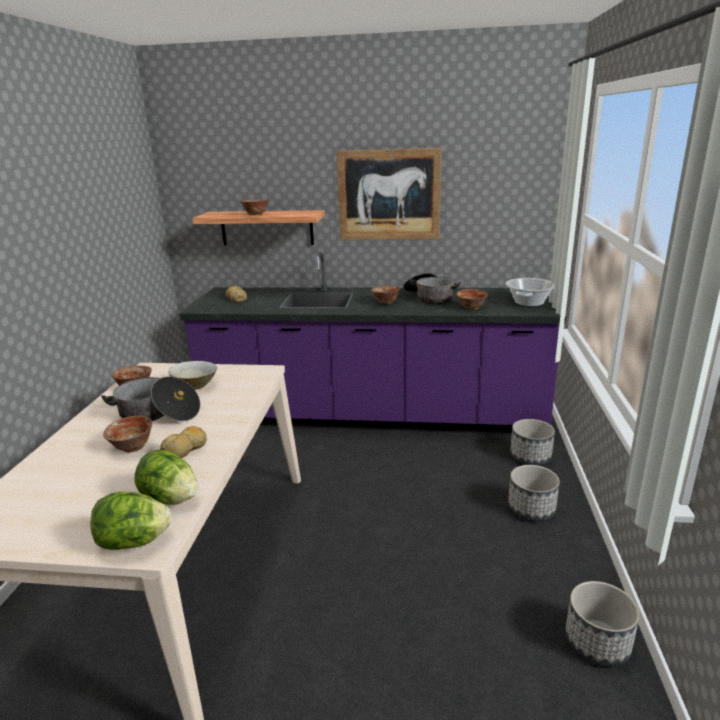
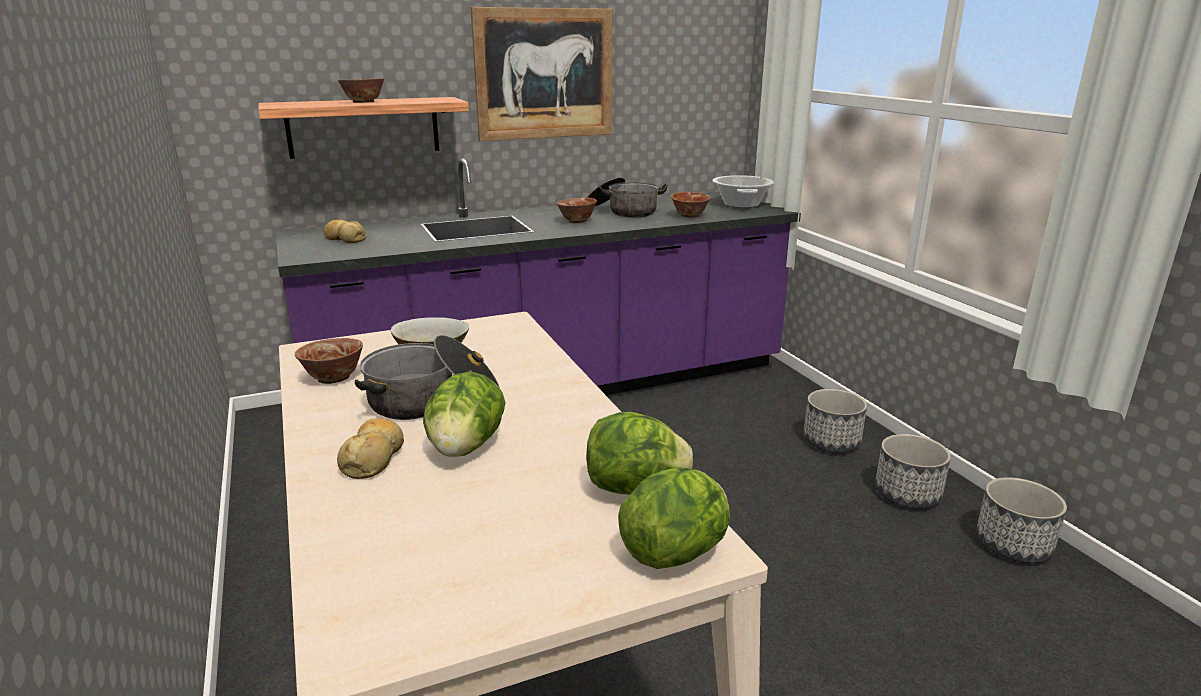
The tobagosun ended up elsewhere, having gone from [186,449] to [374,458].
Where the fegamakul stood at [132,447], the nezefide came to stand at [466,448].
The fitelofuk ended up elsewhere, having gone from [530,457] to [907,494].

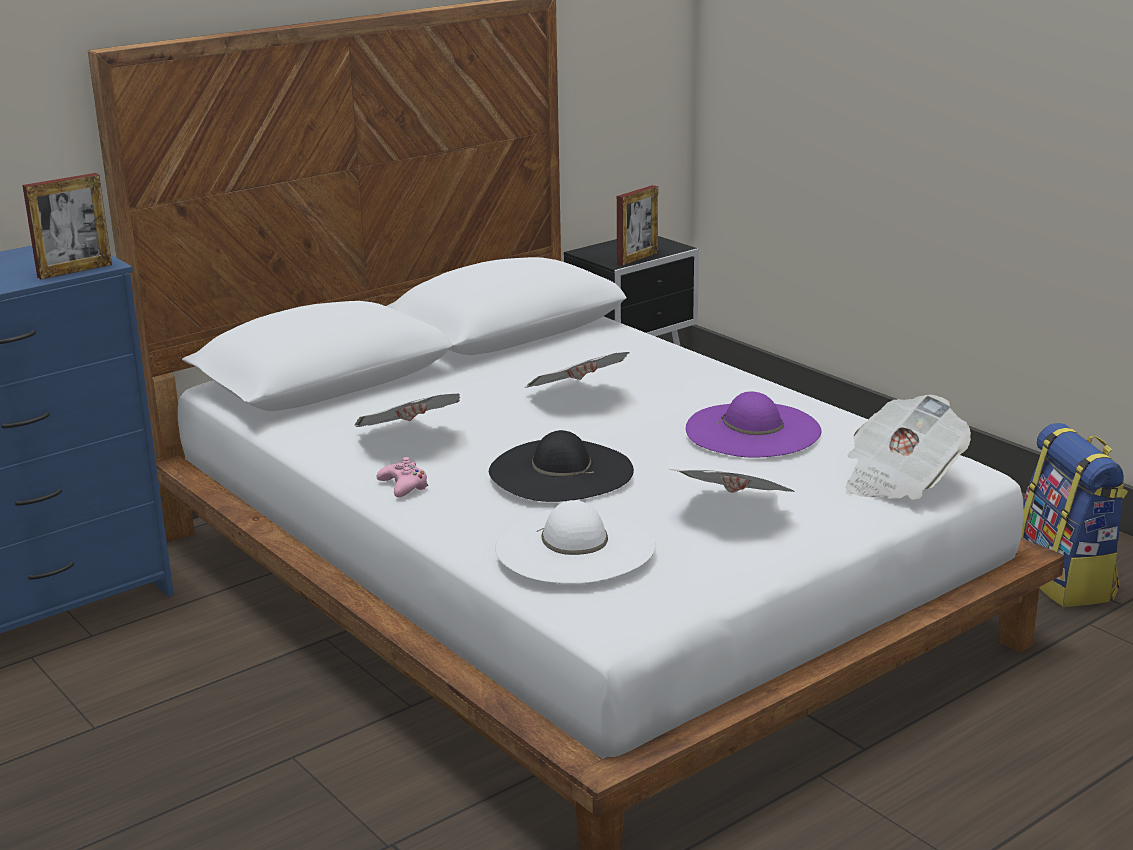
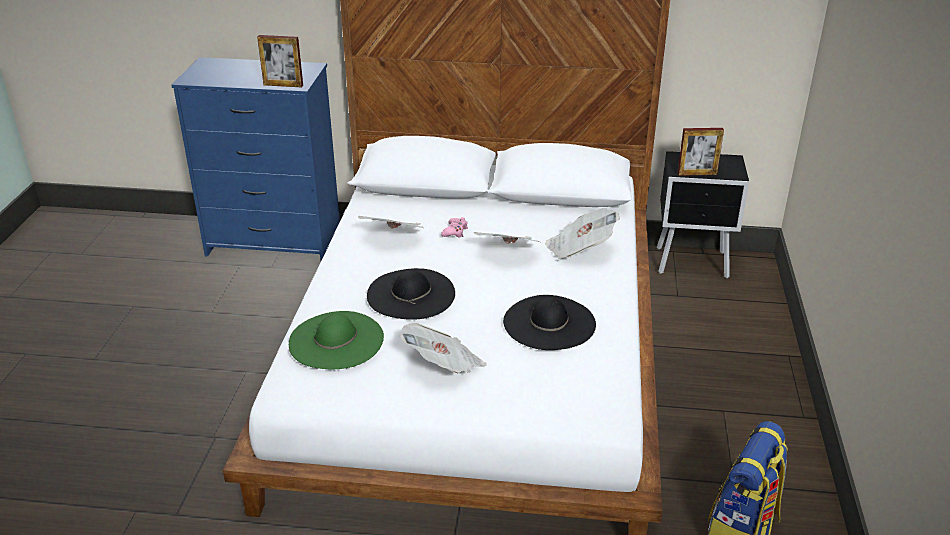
What was the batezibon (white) at [575,546] turned into the batezibon (green) at [336,340].
The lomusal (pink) ended up elsewhere, having gone from [404,486] to [455,232].
What was the batezibon (purple) at [753,430] turned into the batezibon (black) at [549,323].
The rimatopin ended up elsewhere, having gone from [900,479] to [579,249].

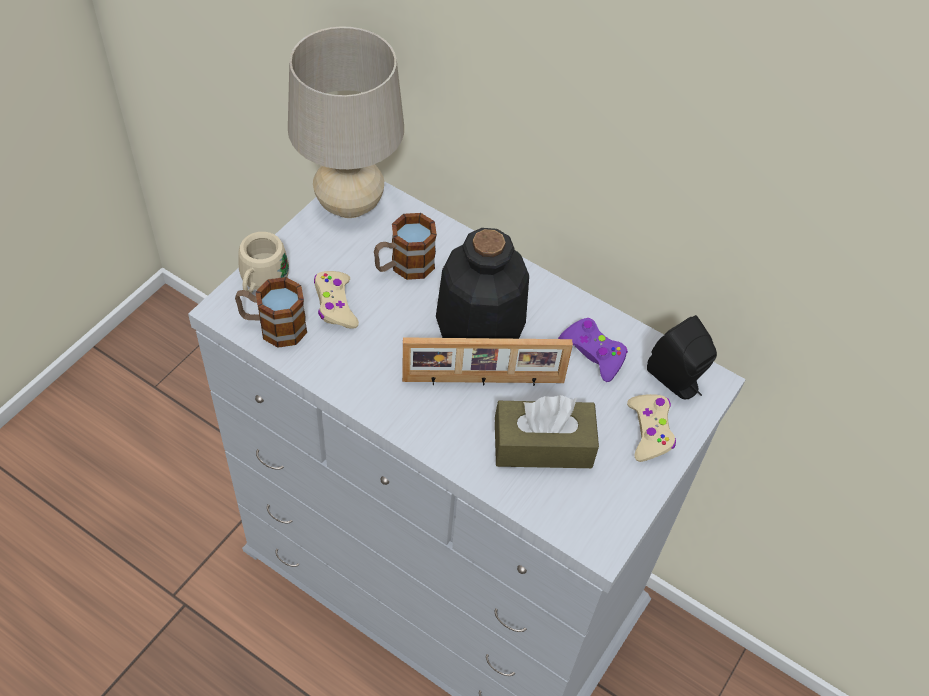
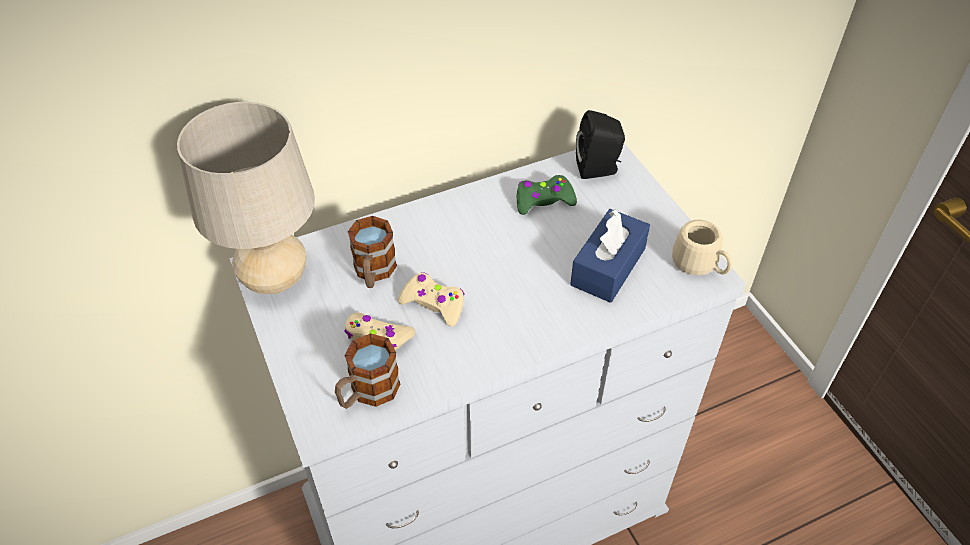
The lomusal (beige) ended up elsewhere, having gone from [649,431] to [433,304].
What was the lomusal (purple) at [593,353] turned into the lomusal (green) at [543,200].
What was the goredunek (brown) at [543,445] turned into the goredunek (blue) at [608,267].
The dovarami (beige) ended up elsewhere, having gone from [261,282] to [700,266].
The second view lost the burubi at [483,381].
The second view lost the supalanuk at [479,322].

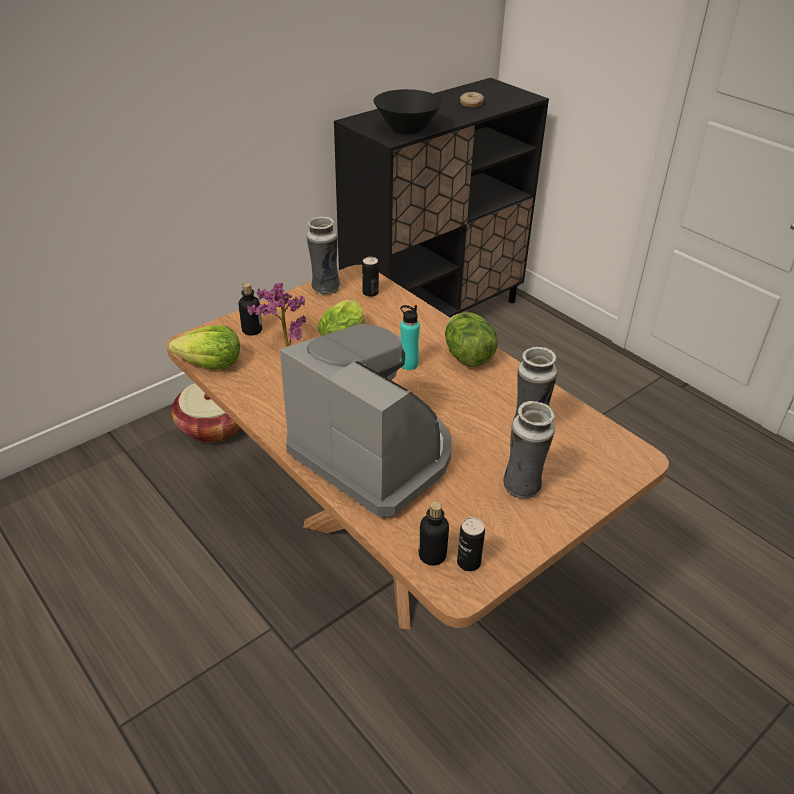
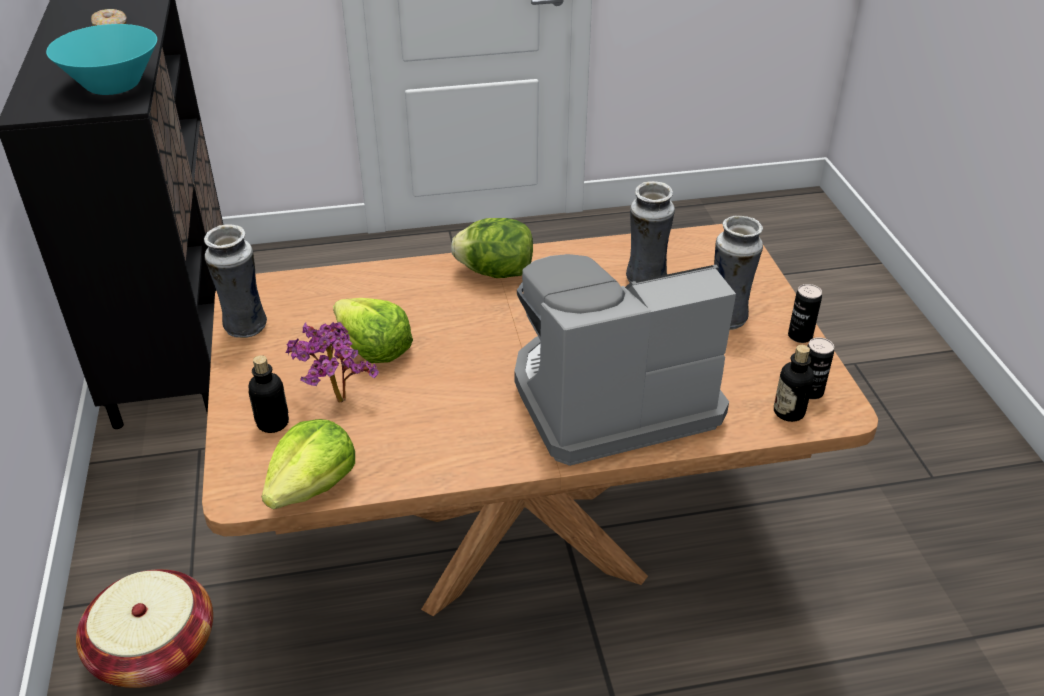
What was the fegamakul (black) at [407,129] turned into the fegamakul (turquoise) at [113,86].
The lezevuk ended up elsewhere, having gone from [370,293] to [800,336].
The second view lost the supalanuk (turquoise) at [408,364].

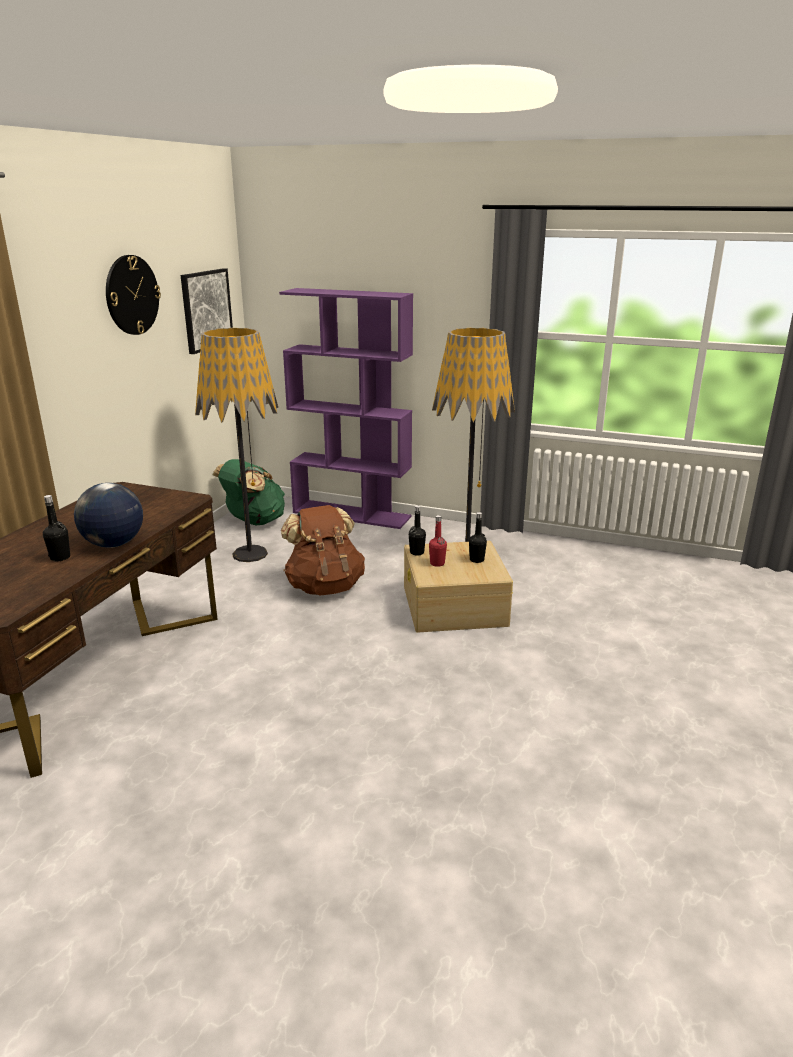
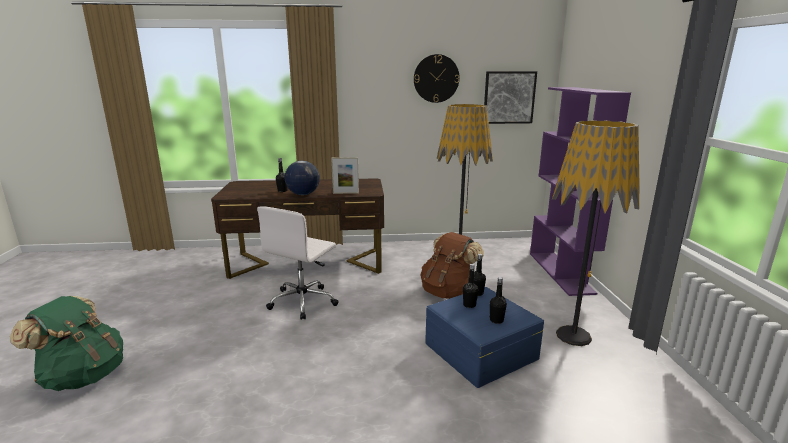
The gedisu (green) ended up elsewhere, having gone from [254,521] to [83,376].
The second view gained the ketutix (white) at [303,301].
The second view gained the burubi at [345,193].
What was the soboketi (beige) at [454,606] turned into the soboketi (blue) at [479,351].
What was the supalanuk (red) at [437,563] turned into the supalanuk (black) at [469,305].

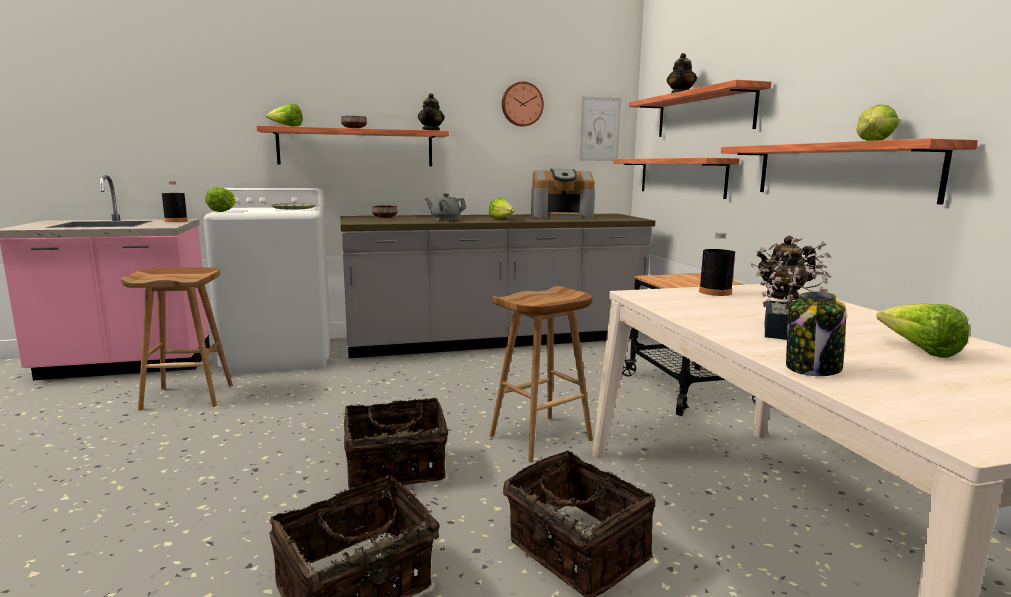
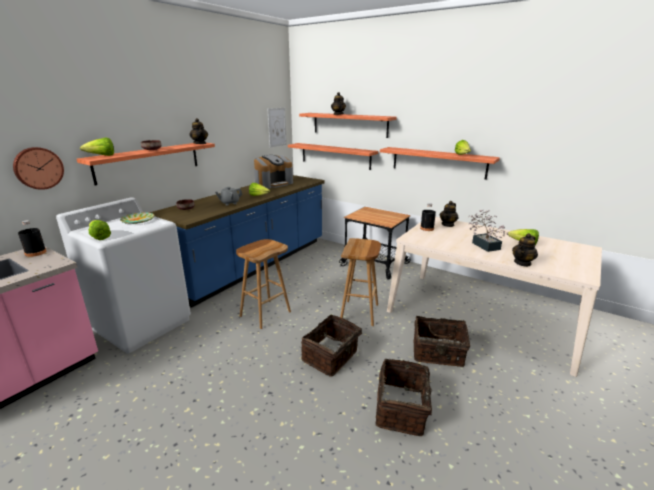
The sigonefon ended up elsewhere, having gone from [522,104] to [38,168].
What was the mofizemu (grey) at [496,340] turned into the mofizemu (blue) at [254,265].
The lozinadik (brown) ended up elsewhere, having gone from [189,396] to [265,313].
Where the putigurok stood at [812,368], the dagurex came to stand at [522,263].

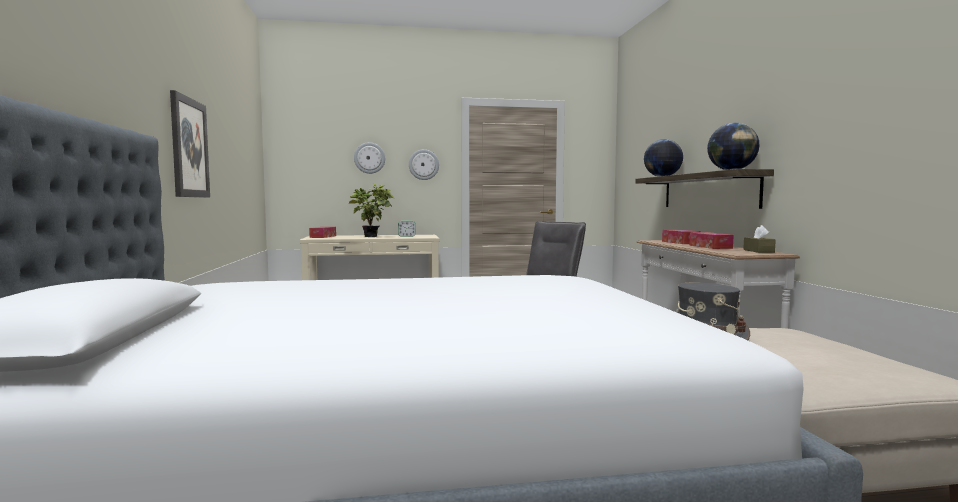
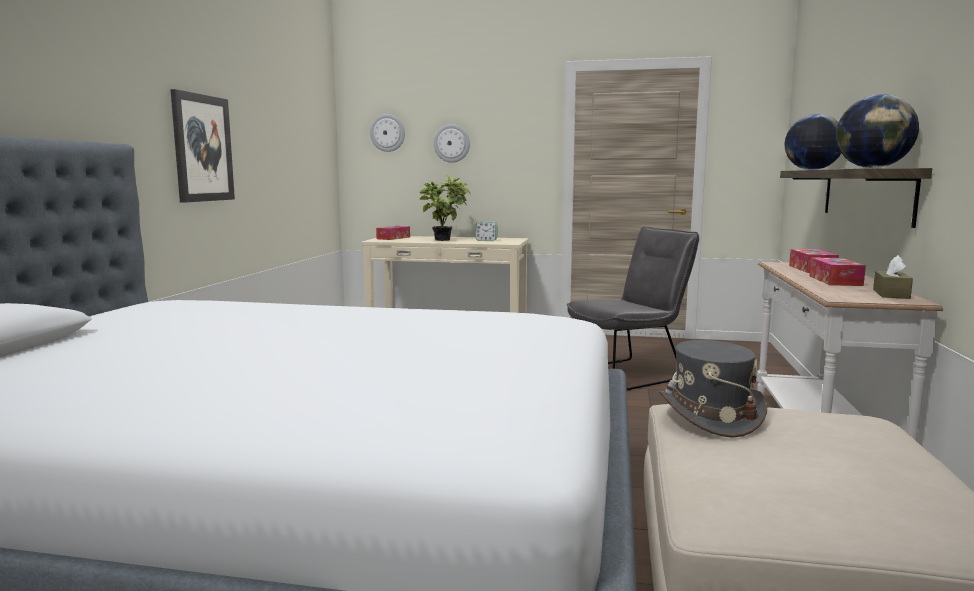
The sigonefon ended up elsewhere, having gone from [423,164] to [387,133].

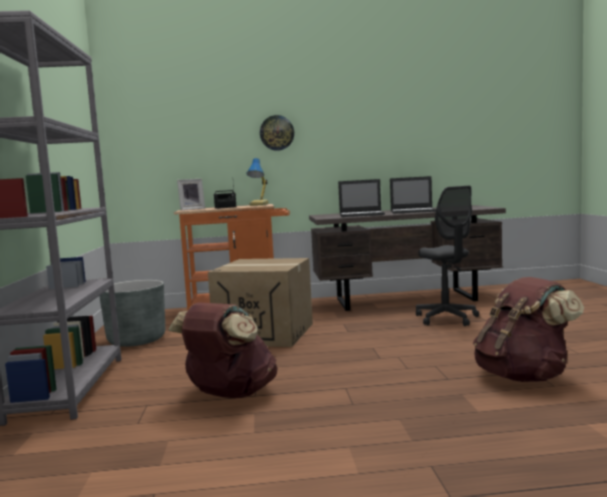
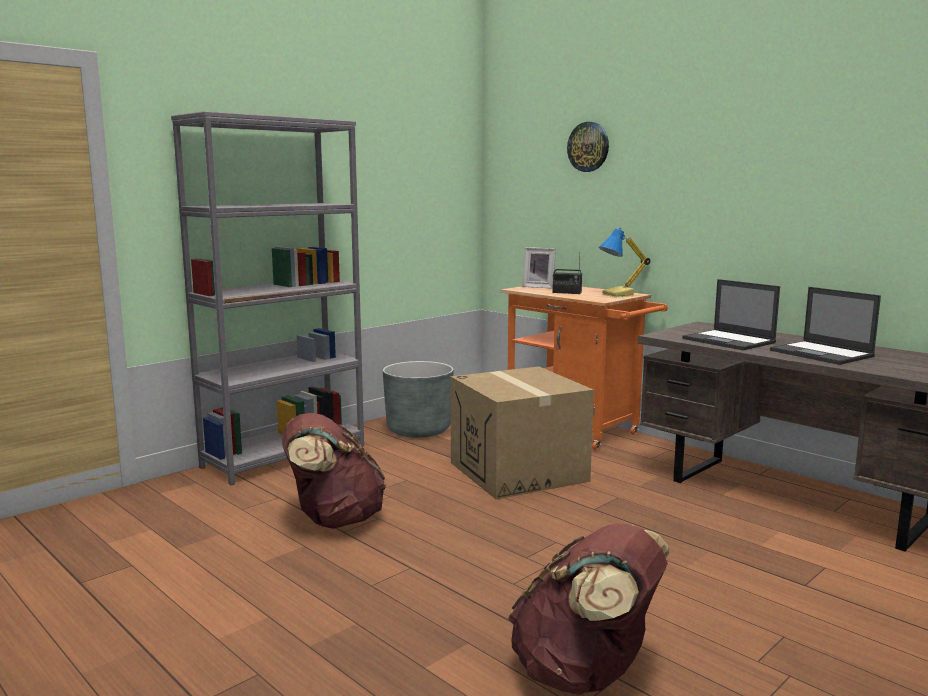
The sigonefon ended up elsewhere, having gone from [277,133] to [588,147].
The second view lost the ketutix (grey) at [446,318].

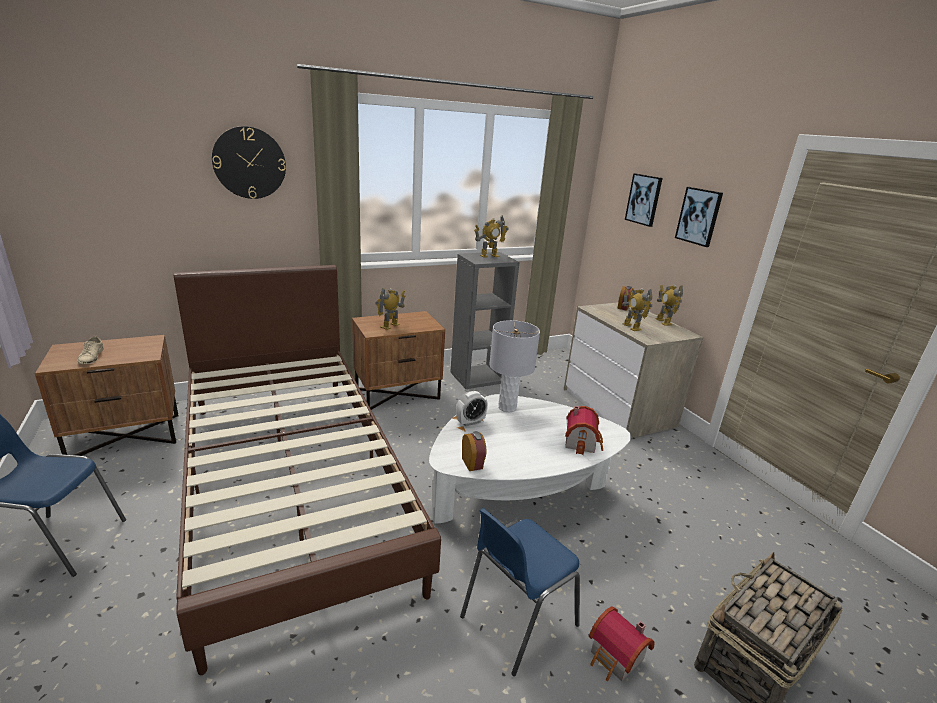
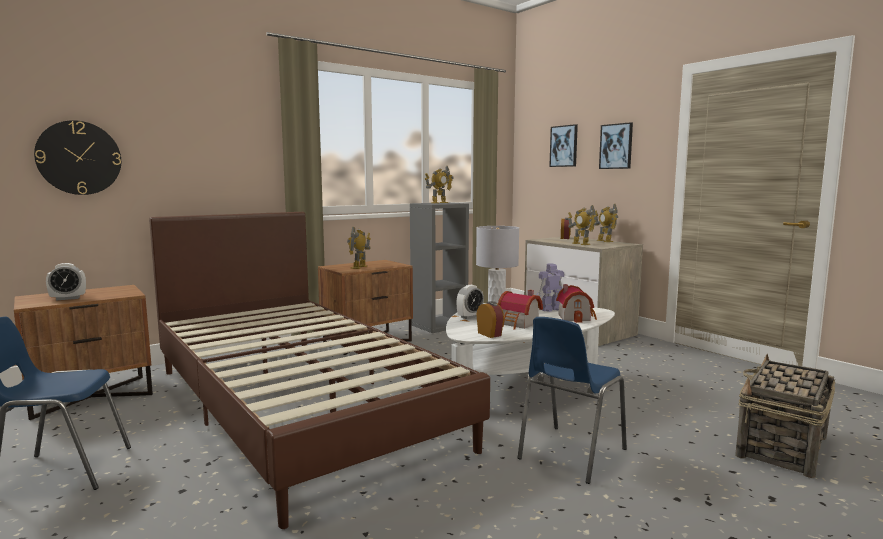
The sigonefon ended up elsewhere, having gone from [249,163] to [79,158].
Where the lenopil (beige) stood at [91,357], the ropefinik came to stand at [68,298].
The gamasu ended up elsewhere, having gone from [616,658] to [519,324].
The second view gained the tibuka at [550,309].

